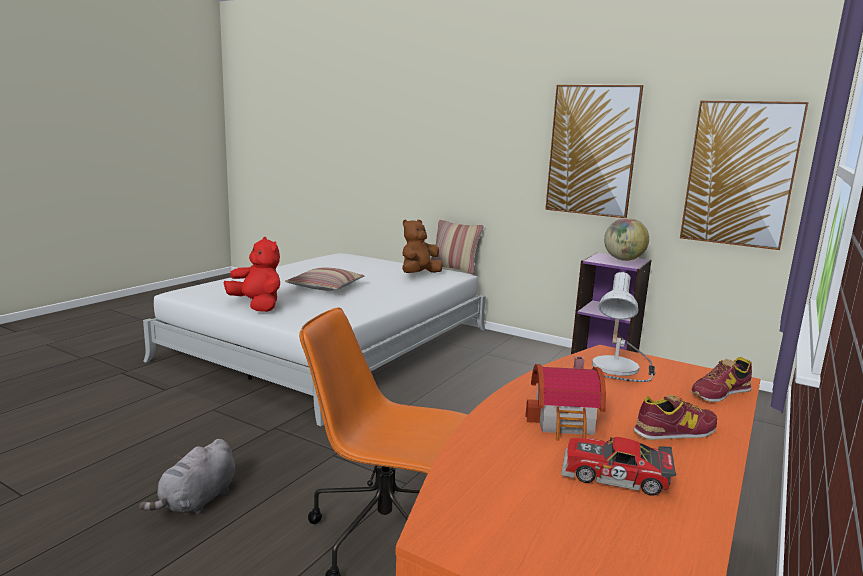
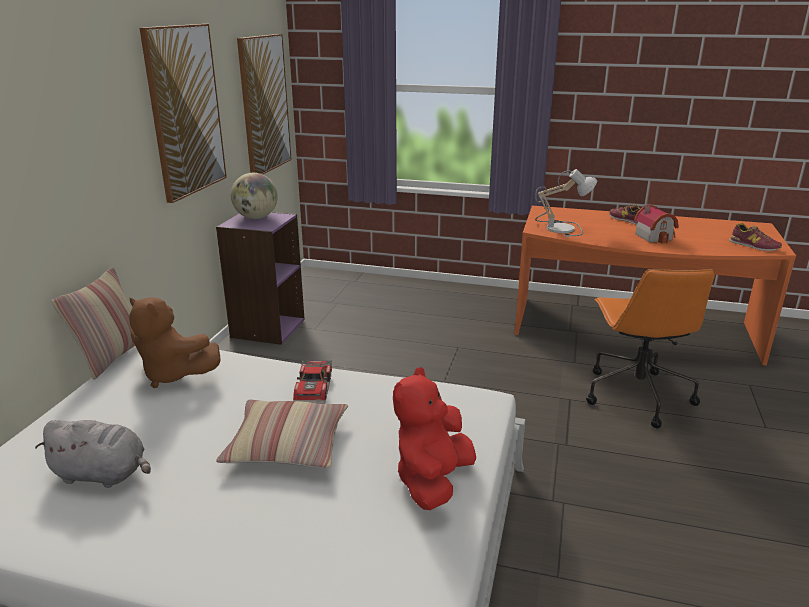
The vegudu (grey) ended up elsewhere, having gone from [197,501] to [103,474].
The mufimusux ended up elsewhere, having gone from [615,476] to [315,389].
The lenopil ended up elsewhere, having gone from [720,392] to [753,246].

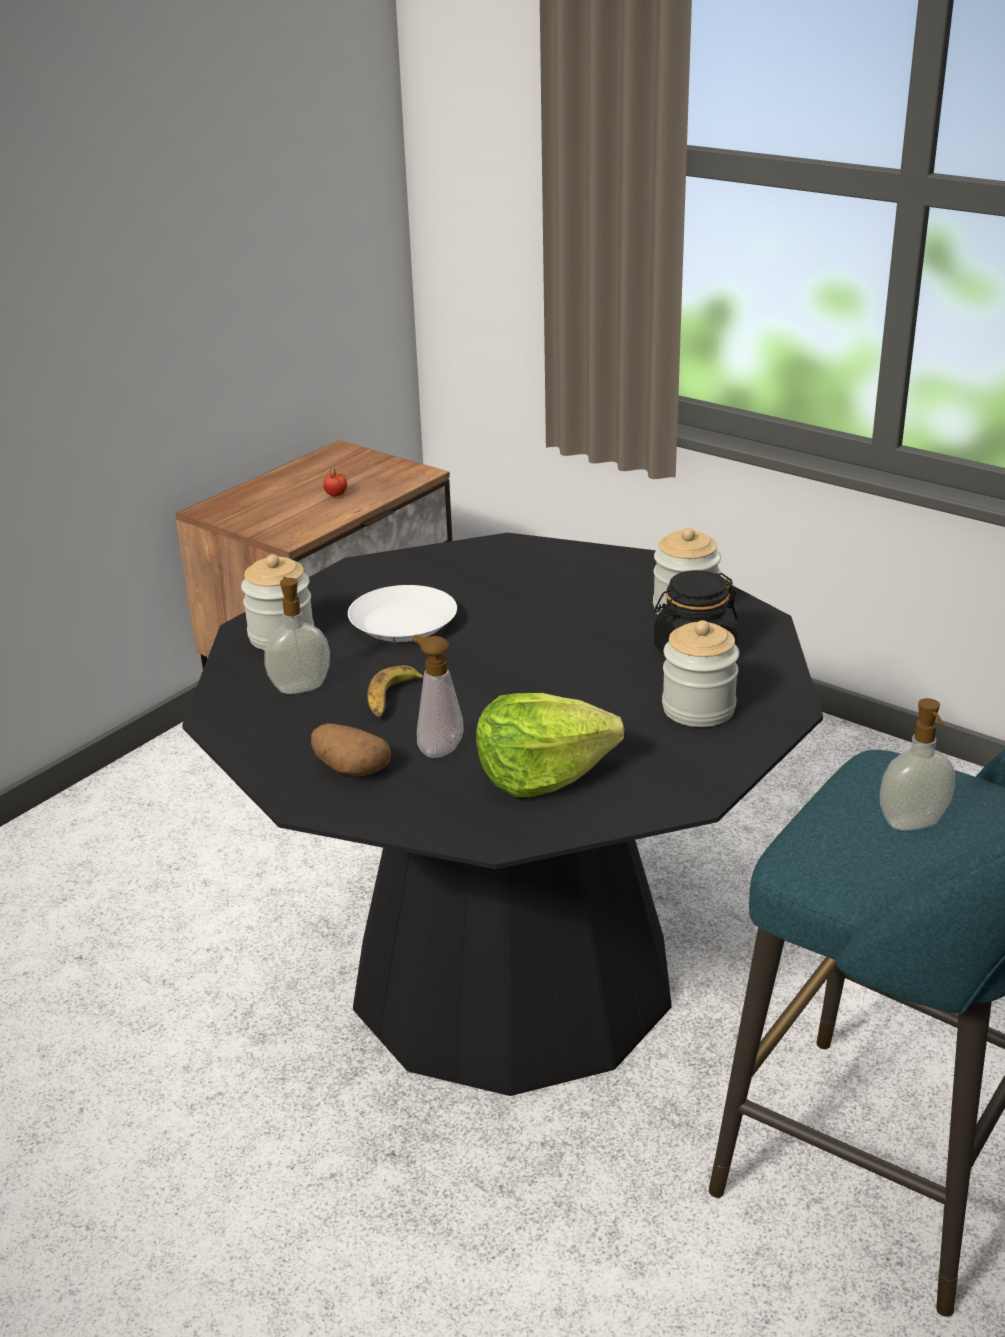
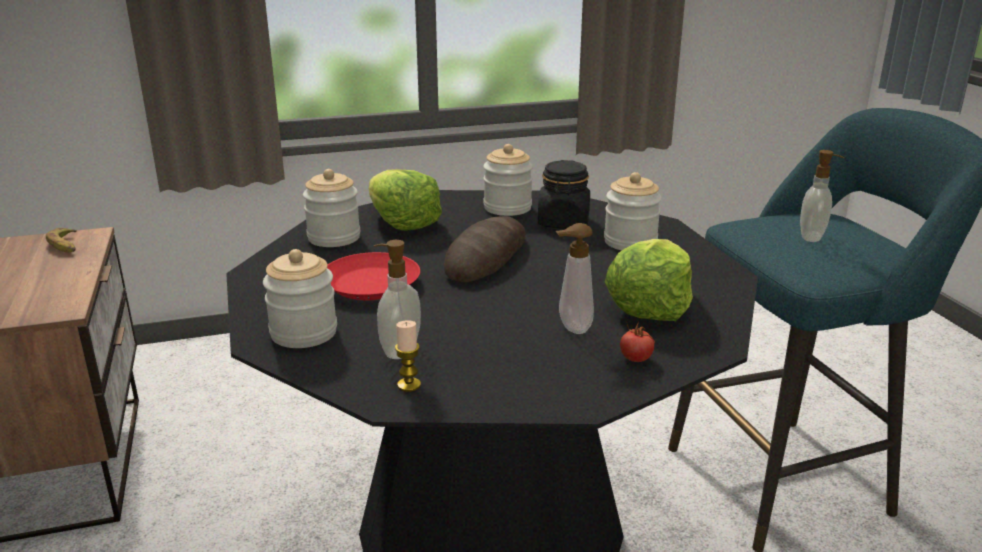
The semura ended up elsewhere, having gone from [392,699] to [66,245].
The second view gained the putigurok at [334,238].
What was the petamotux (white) at [404,622] turned into the petamotux (red) at [371,284].
The second view gained the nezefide at [402,223].
The second view gained the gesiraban at [409,385].
The second view gained the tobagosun at [486,257].
The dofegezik ended up elsewhere, having gone from [336,495] to [636,359].
The second view lost the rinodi at [350,769].

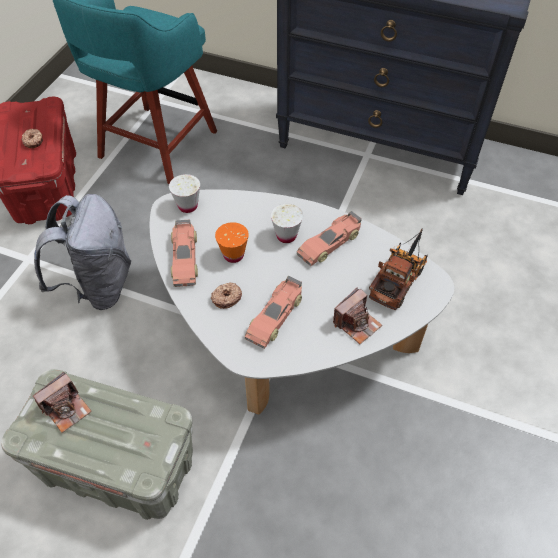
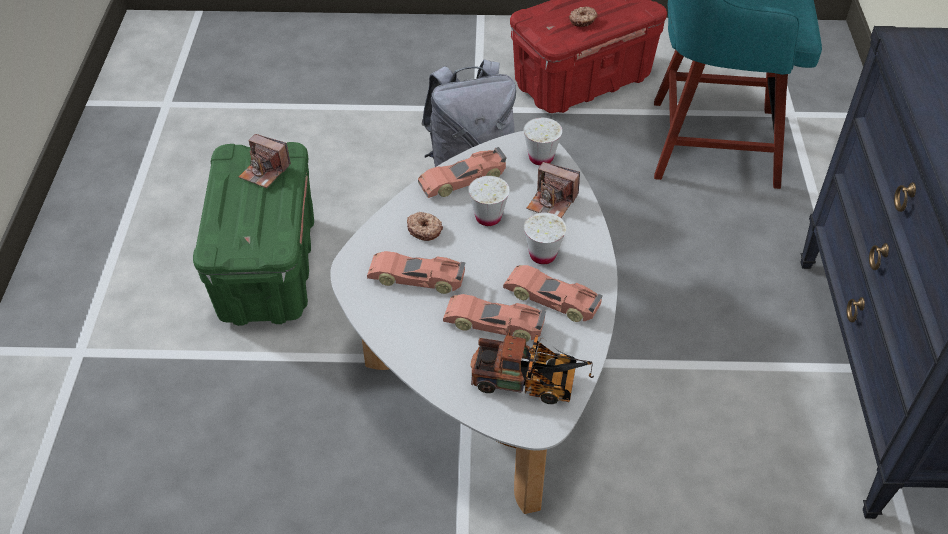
What was the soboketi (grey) at [118,465] turned into the soboketi (green) at [268,269].
The second view gained the mufimusux at [494,323].
What was the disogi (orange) at [233,255] turned into the disogi (white) at [488,217].
The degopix ended up elsewhere, having gone from [356,323] to [552,202].

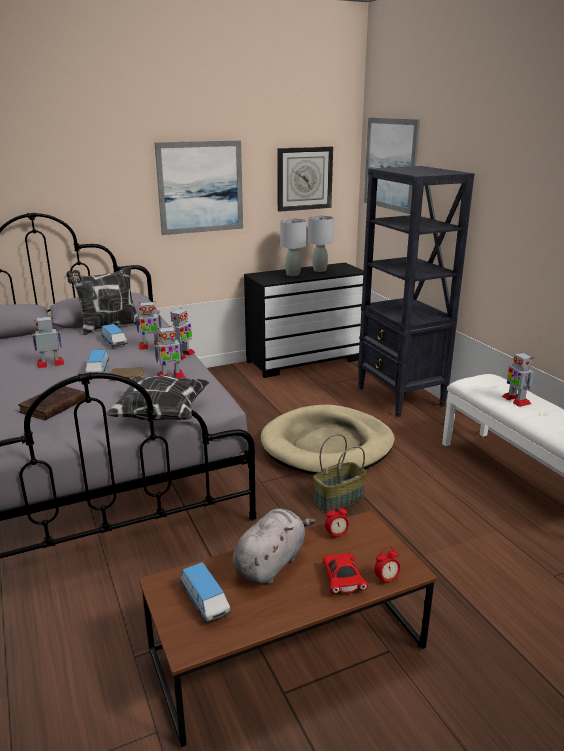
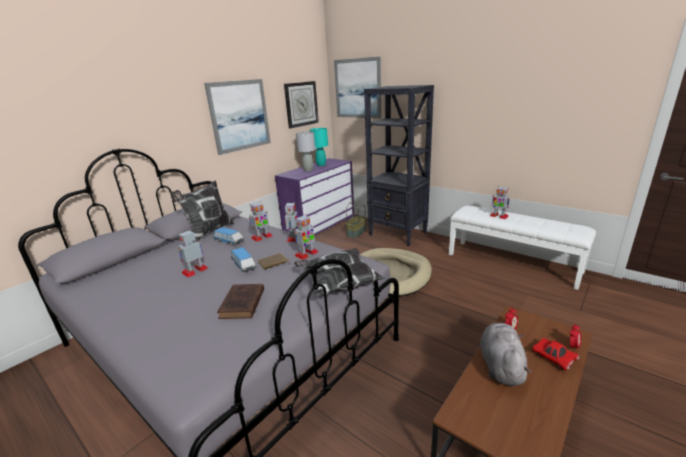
What was the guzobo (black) at [305,360] turned into the guzobo (purple) at [320,226].
What was the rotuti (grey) at [319,270] turned into the rotuti (turquoise) at [321,165].
The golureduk ended up elsewhere, having gone from [339,500] to [356,233].
The second view lost the mufimusux at [205,601].

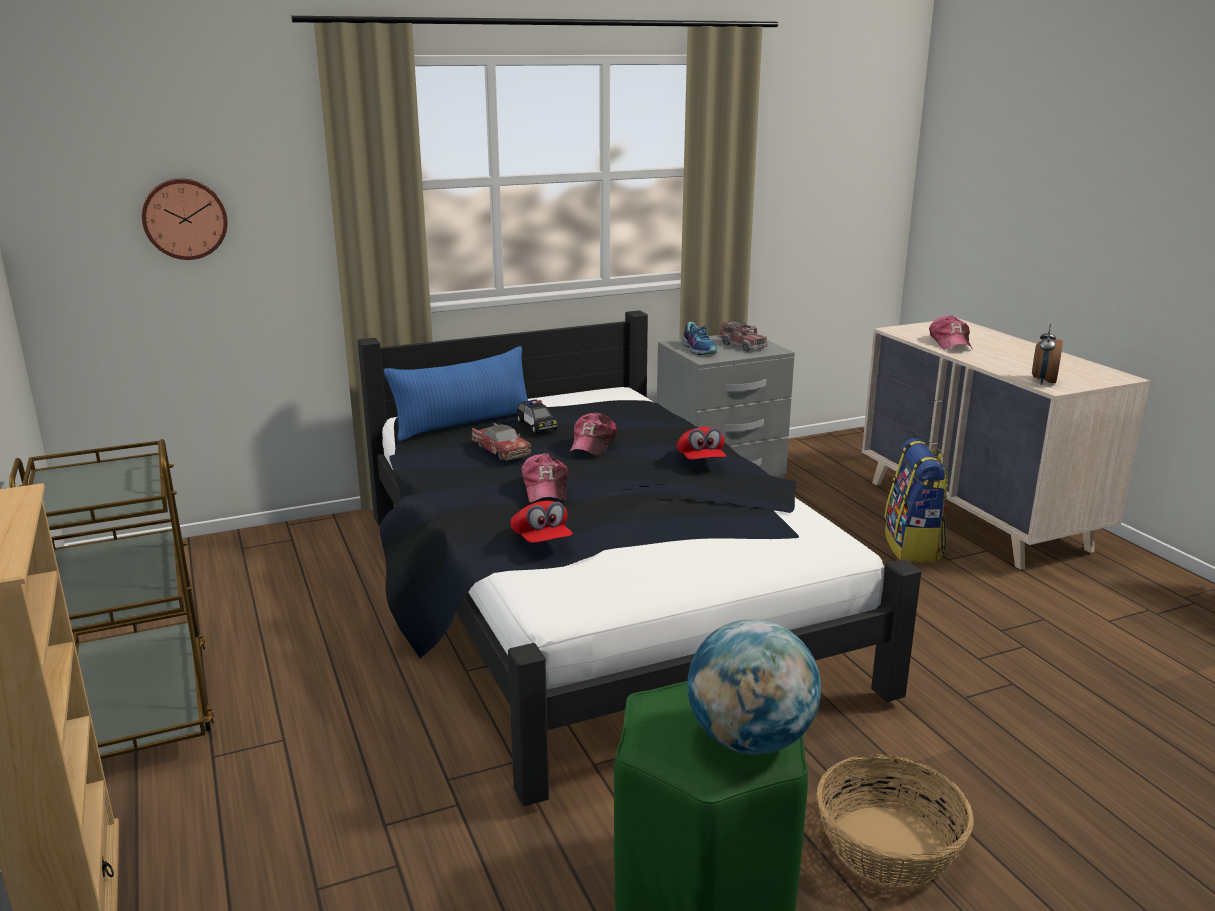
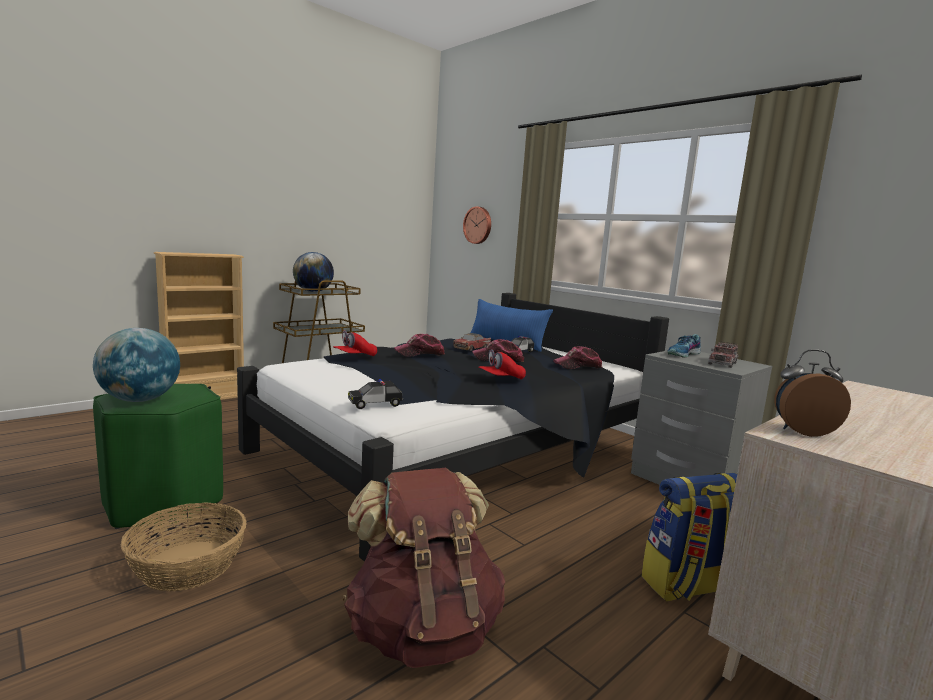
The second view gained the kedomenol at [313,291].
The second view gained the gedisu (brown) at [423,629].
The second view gained the mufimusux at [375,404].
The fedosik ended up elsewhere, having gone from [950,343] to [578,366].

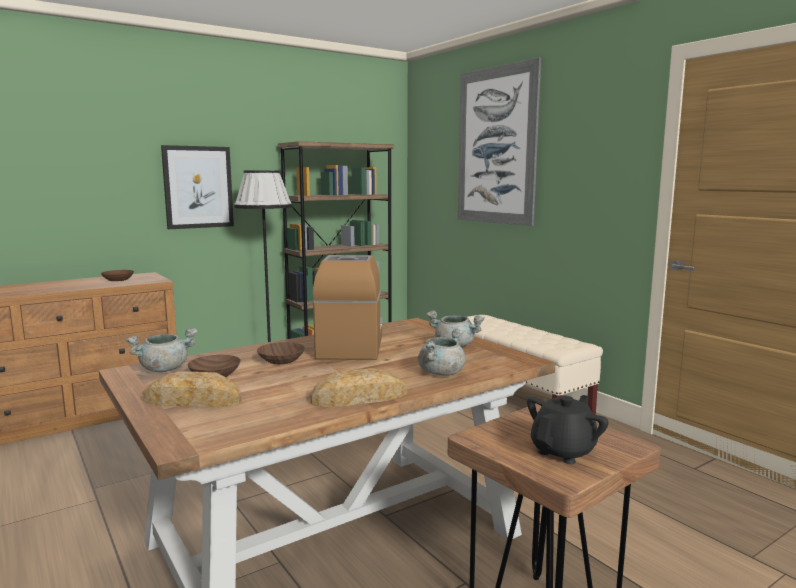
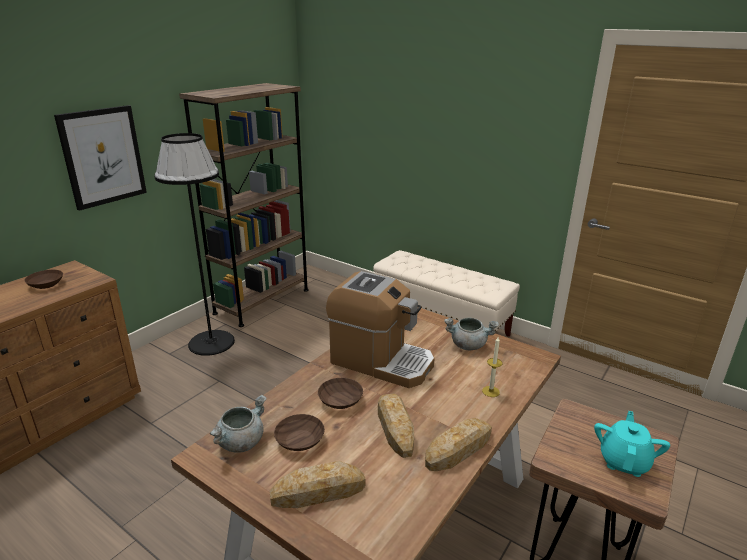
The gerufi at [350,345] ended up facing another way, 135 degrees clockwise from before.
The second view gained the tobagosun at [395,427].
Where the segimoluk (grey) stood at [441,373], the gesiraban came to stand at [490,391].
What was the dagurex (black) at [563,451] turned into the dagurex (turquoise) at [624,461].
The second view lost the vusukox at [496,146].

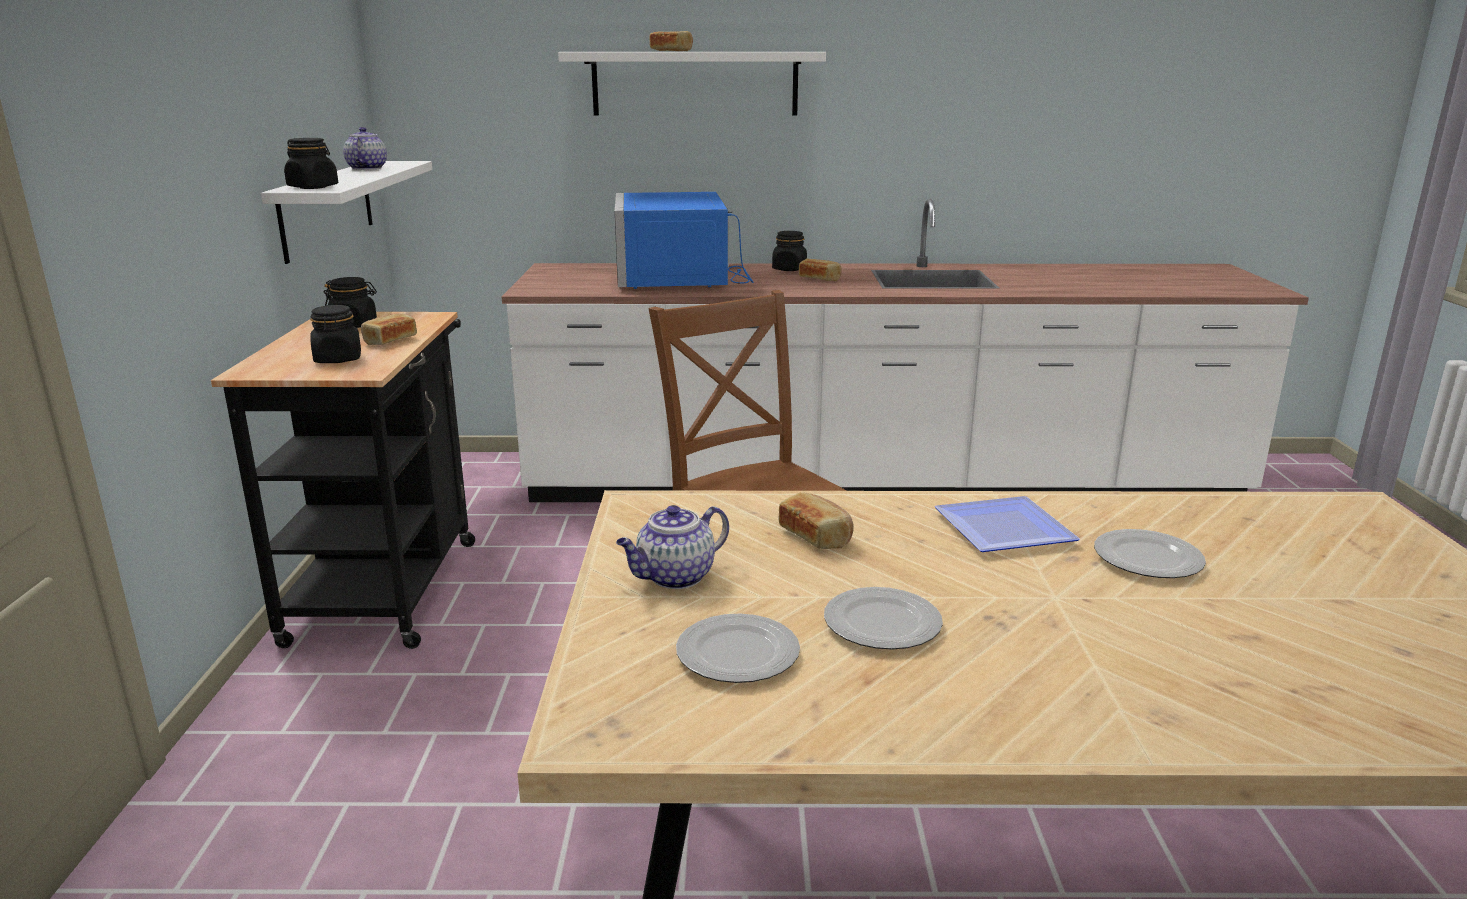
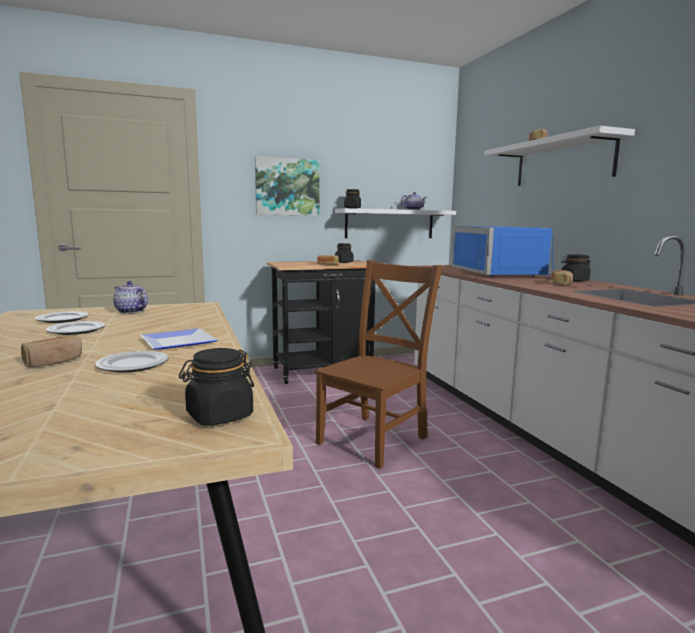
The tobagosun ended up elsewhere, having gone from [816,536] to [54,361].
The putigurok (black) ended up elsewhere, having gone from [338,359] to [219,416].
The second view gained the vusukox at [287,187].
The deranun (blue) at [682,277] ended up facing another way, 75 degrees counterclockwise from before.

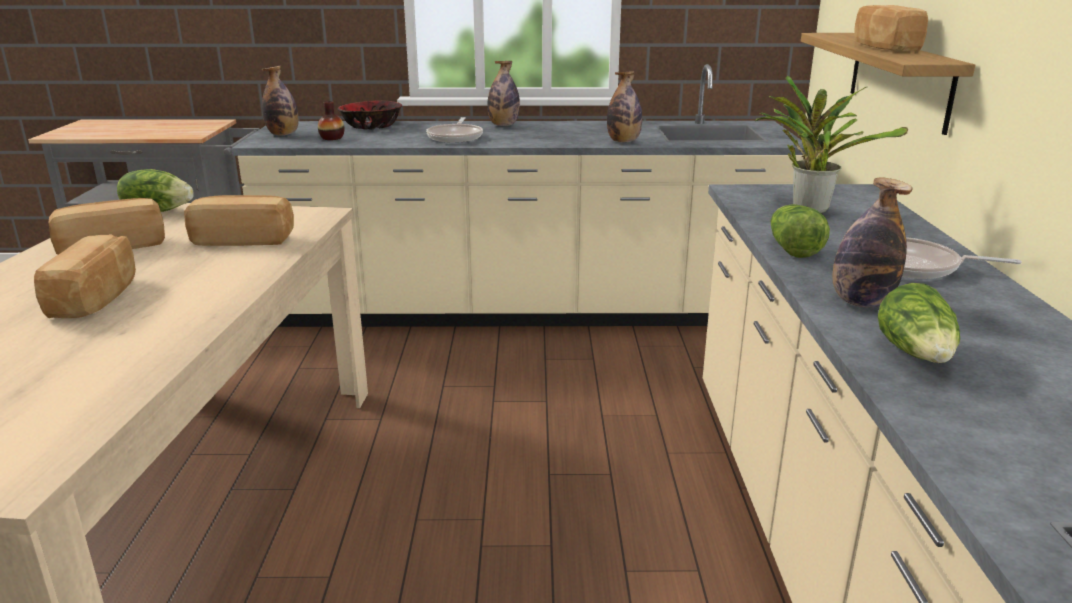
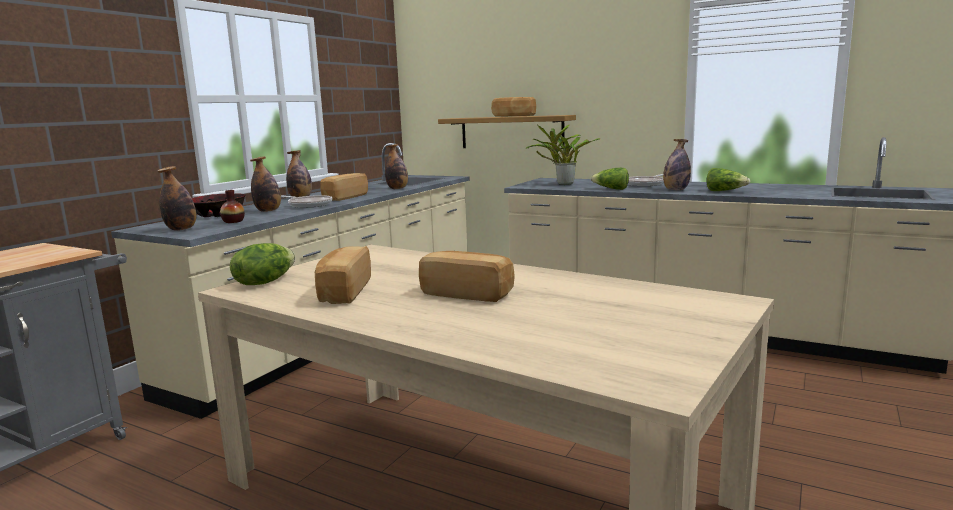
The second view gained the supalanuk at [268,211].
The tobagosun ended up elsewhere, having gone from [244,239] to [344,197].

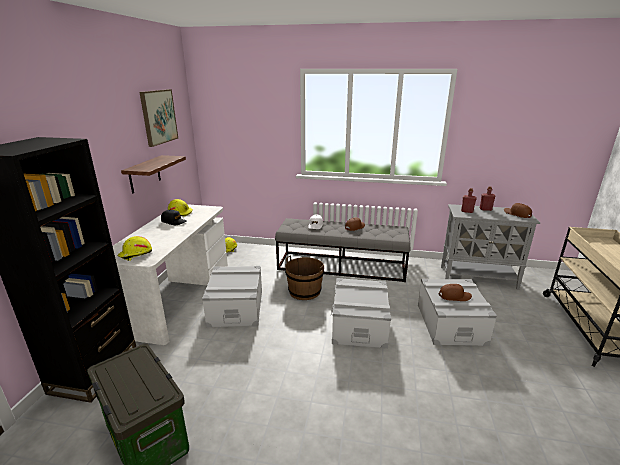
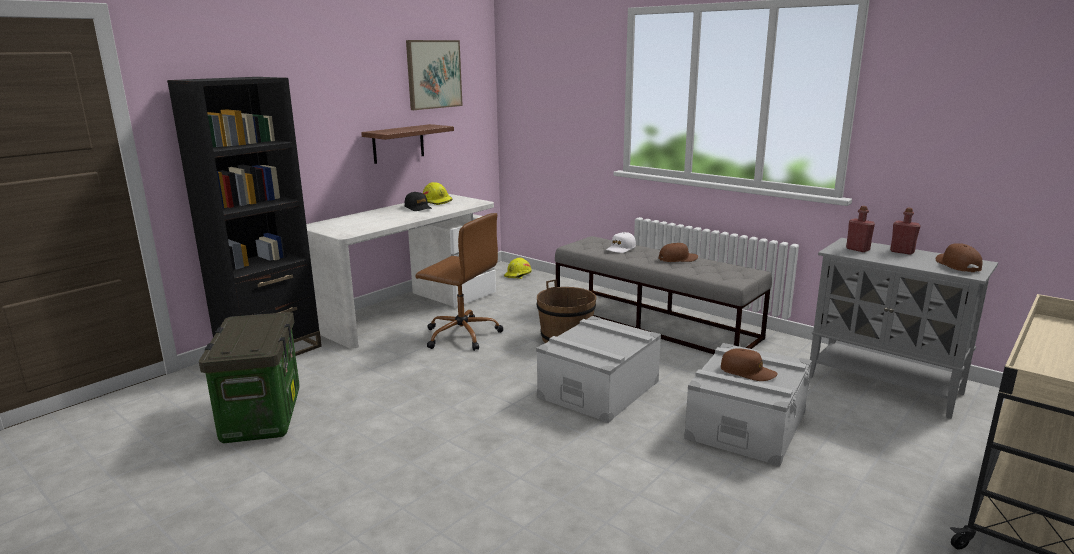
Where the soboketi (grey) stood at [236,308], the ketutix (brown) came to stand at [461,335].
The second view lost the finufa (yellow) at [135,254].

